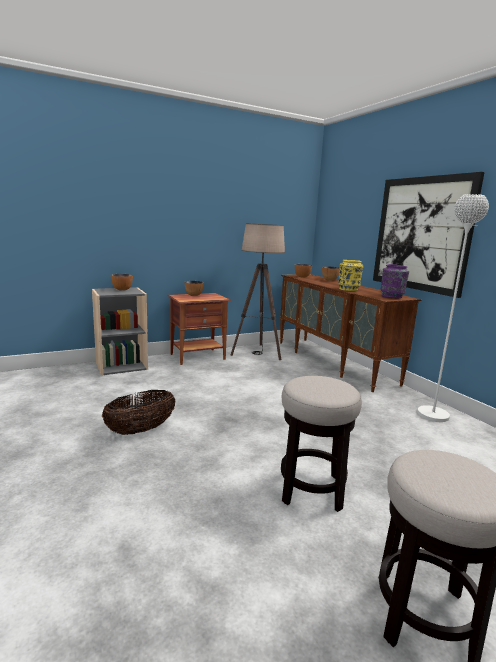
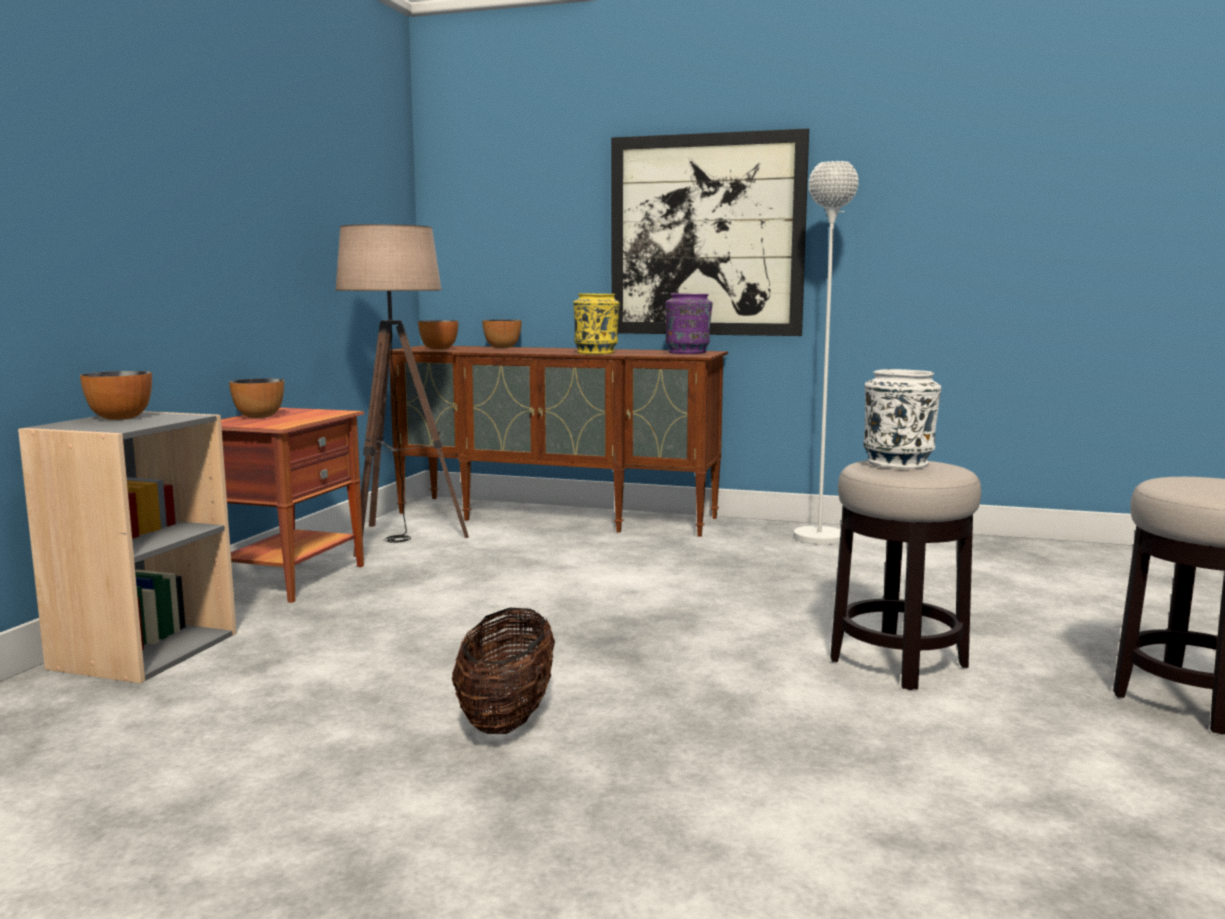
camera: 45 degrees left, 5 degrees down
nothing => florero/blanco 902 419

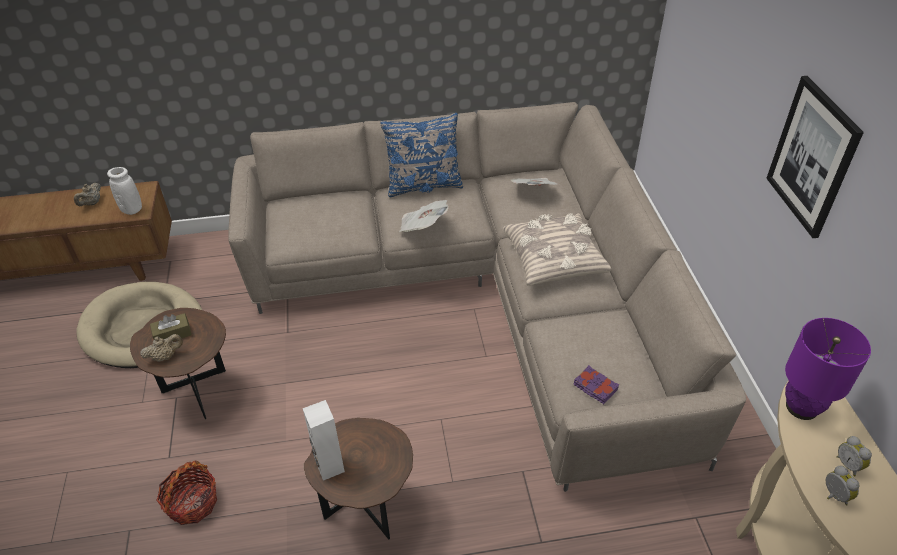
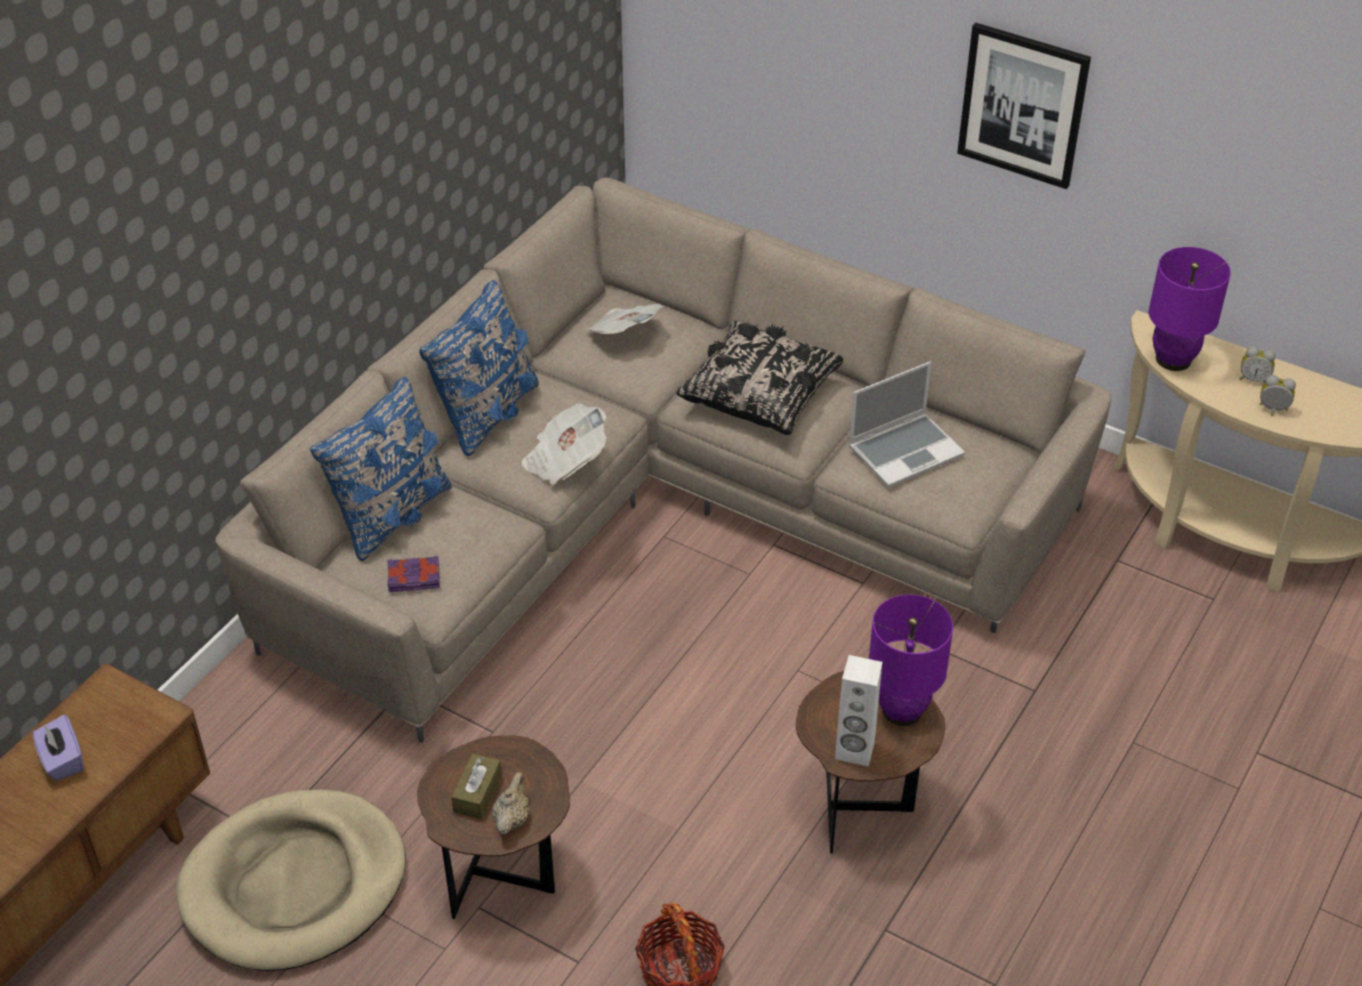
camera: 50 degrees left, 0 degrees up
tetera/beis 87 194 => caja de pañuelos/morado 58 748
nothing => cojín/azul 381 469
libro/morado 596 384 => libro/morado 413 574, moved
cojín/beis 557 249 => cojín/negro 759 378
nothing => portátil 906 424
nothing => lámpara de mesa/morado 911 660
florero/blanco 124 191 => nothing

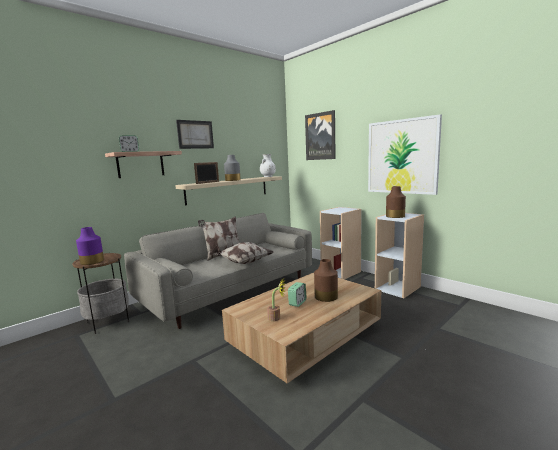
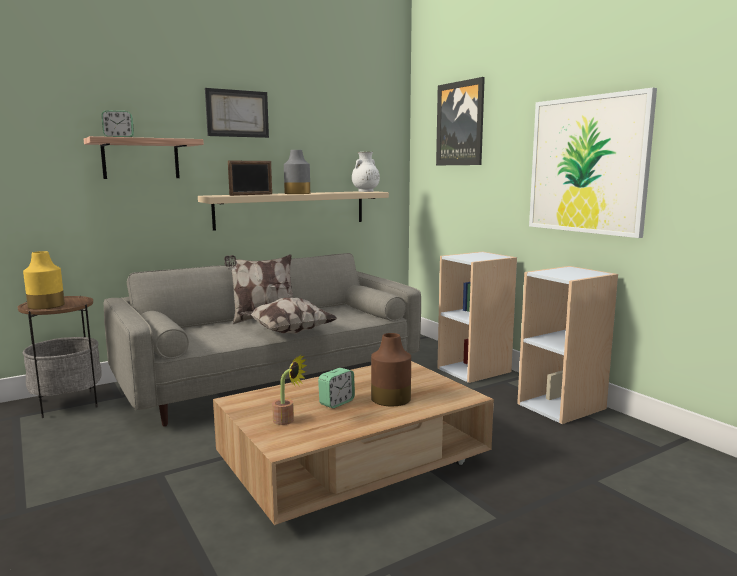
camera: 10 degrees right, 0 degrees up
florero/morado 90 246 => florero/amarillo 44 280
florero/marrón 396 202 => nothing

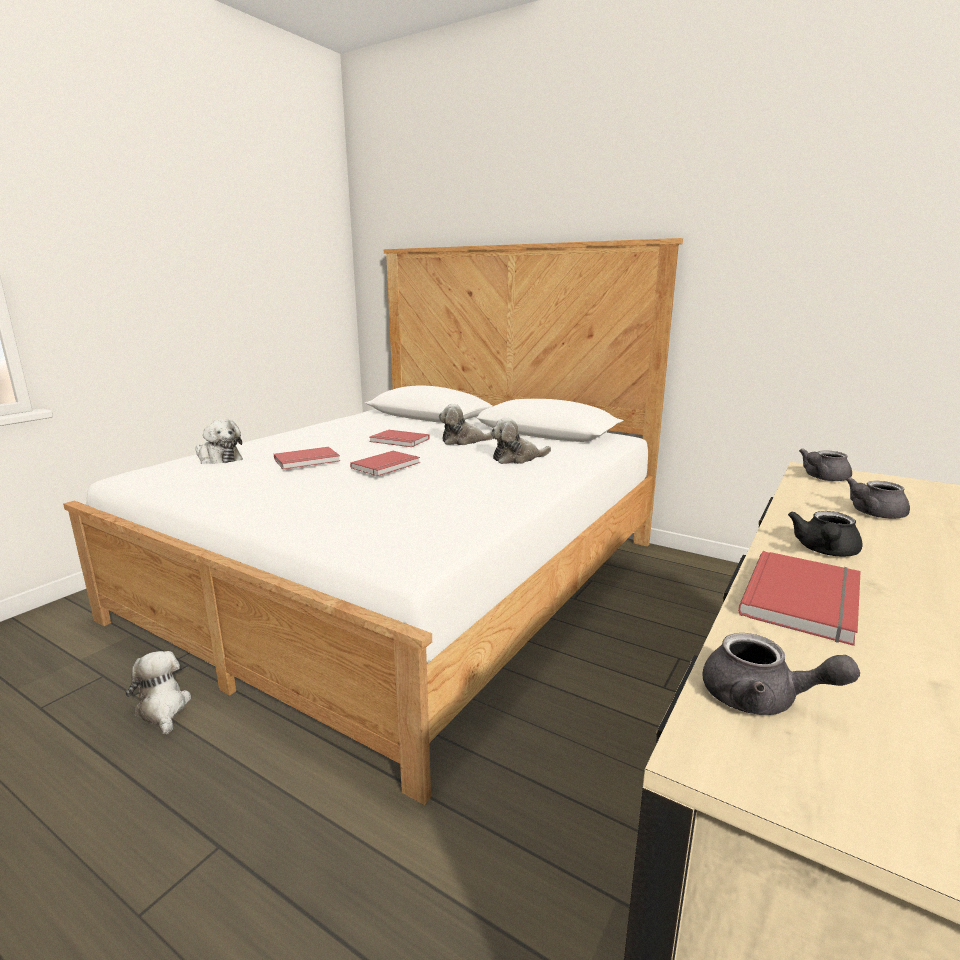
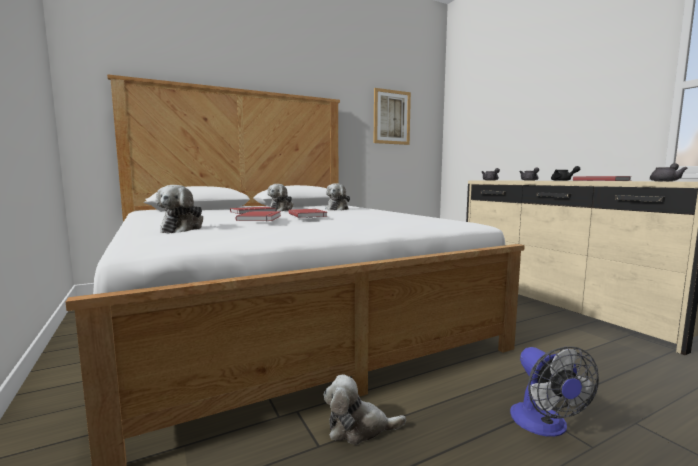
camera: 60 degrees left, 10 degrees down
peluche 219 441 => peluche 179 209, 120 degrees clockwise
nothing => cuadro 392 116
nothing => ventilador 554 391

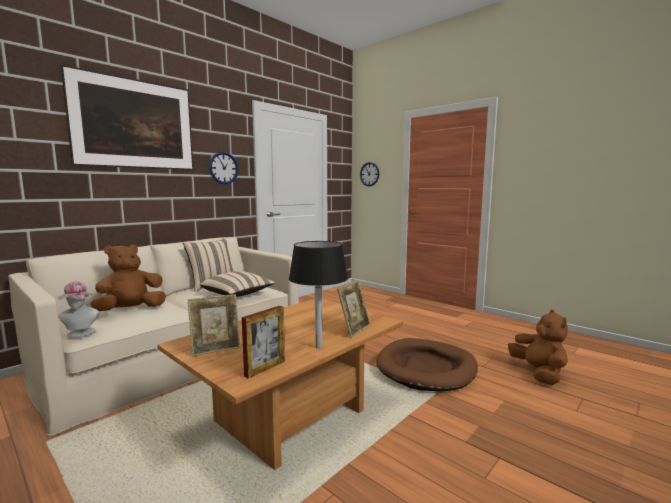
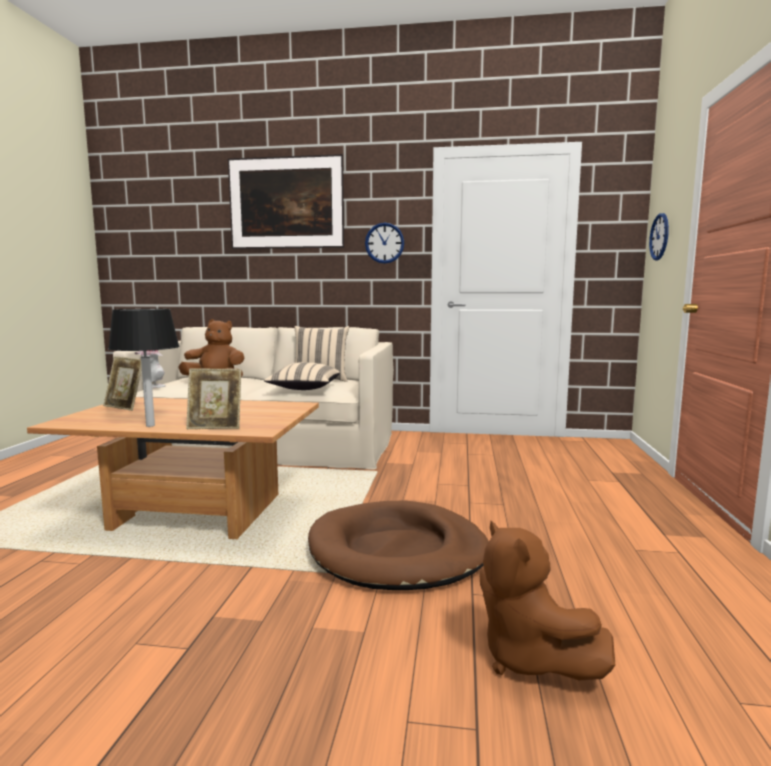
camera: 55 degrees right, 0 degrees up
peluche/marrón 538 347 => peluche/marrón 547 601, 105 degrees clockwise
portarretratos 263 342 => nothing

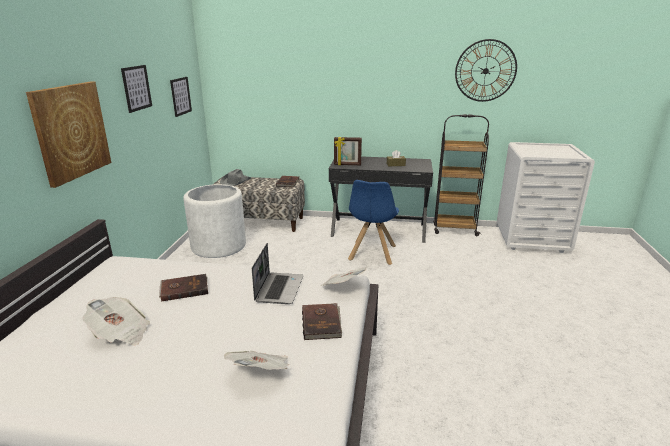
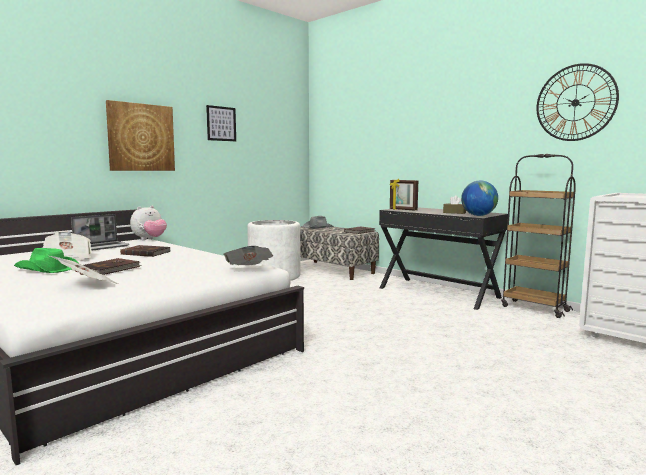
camera: 35 degrees right, 15 degrees down
nothing => sombrero/verde 46 260
portátil 277 273 => portátil 100 232, moved
libro/marrón 322 321 => libro/marrón 112 266, moved
nothing => peluche 148 223
nothing => globo terráqueo 479 198
cuadro 181 97 => nothing
silla/azul 373 222 => nothing

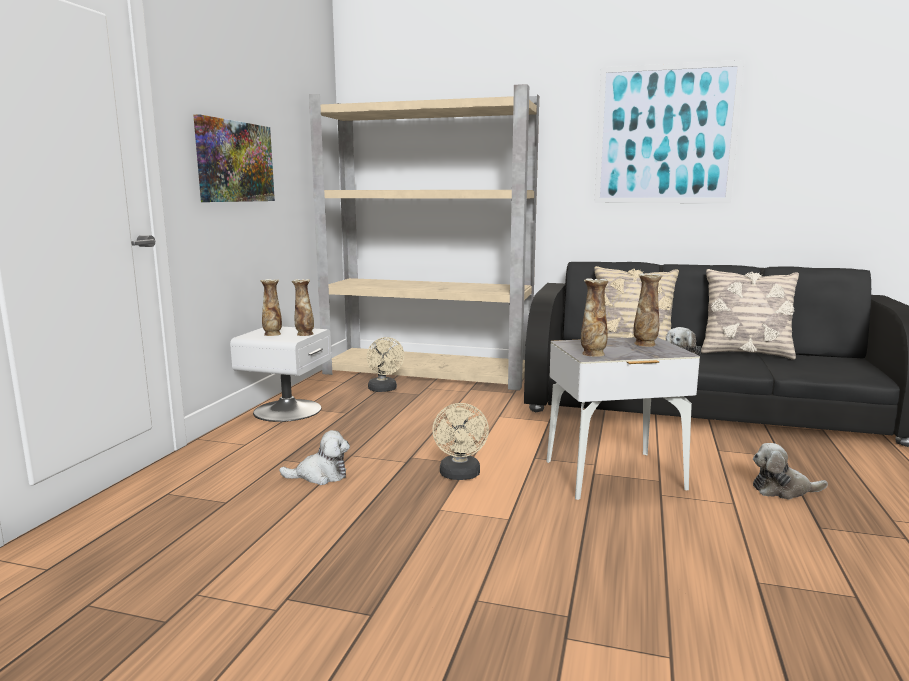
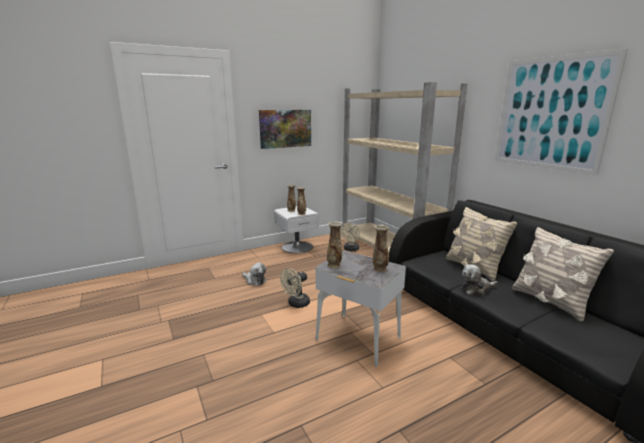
camera: 45 degrees right, 5 degrees up
peluche 790 471 => nothing

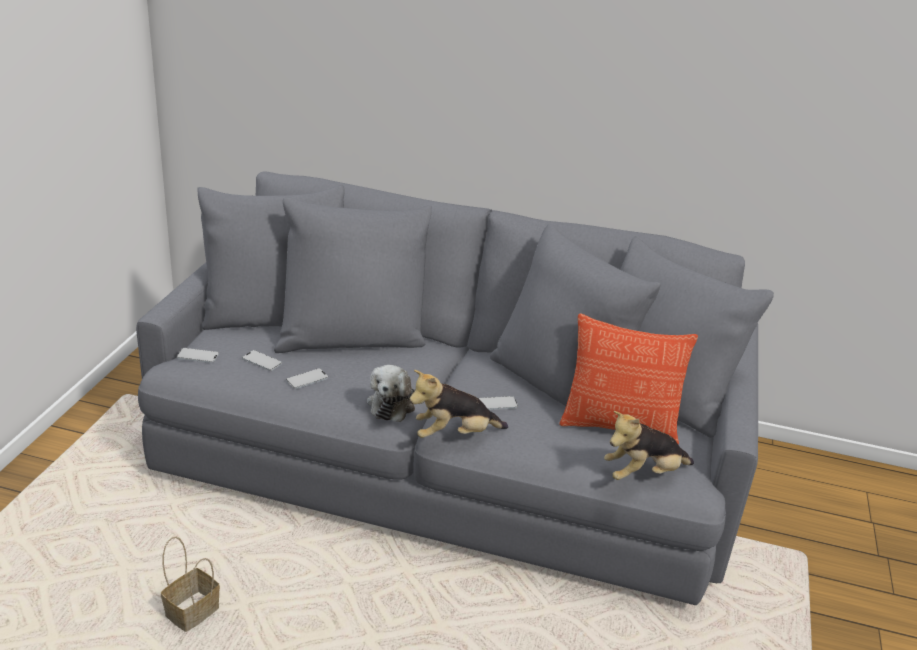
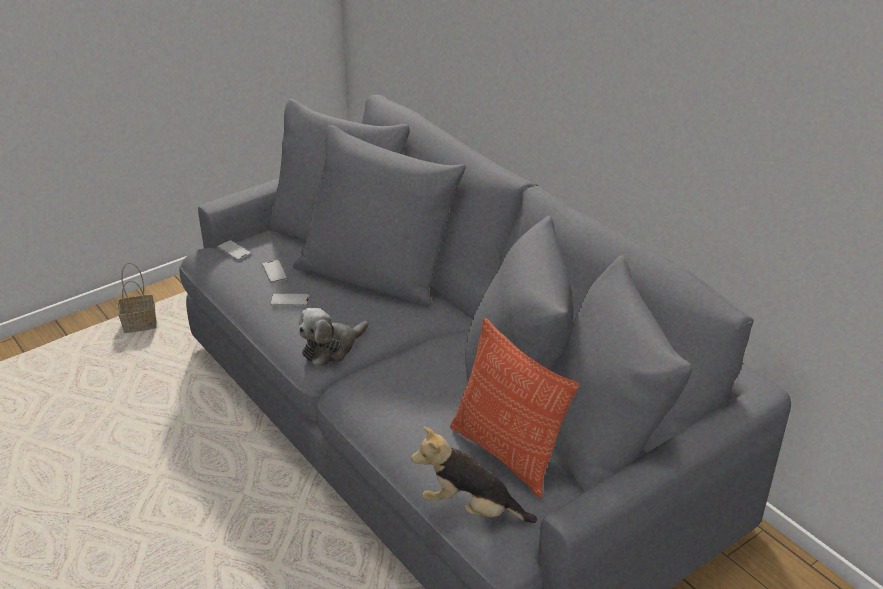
camera: 40 degrees right, 5 degrees up
cesta 190 584 => cesta 137 298, moved
peluche 458 404 => nothing
móvil 498 403 => nothing

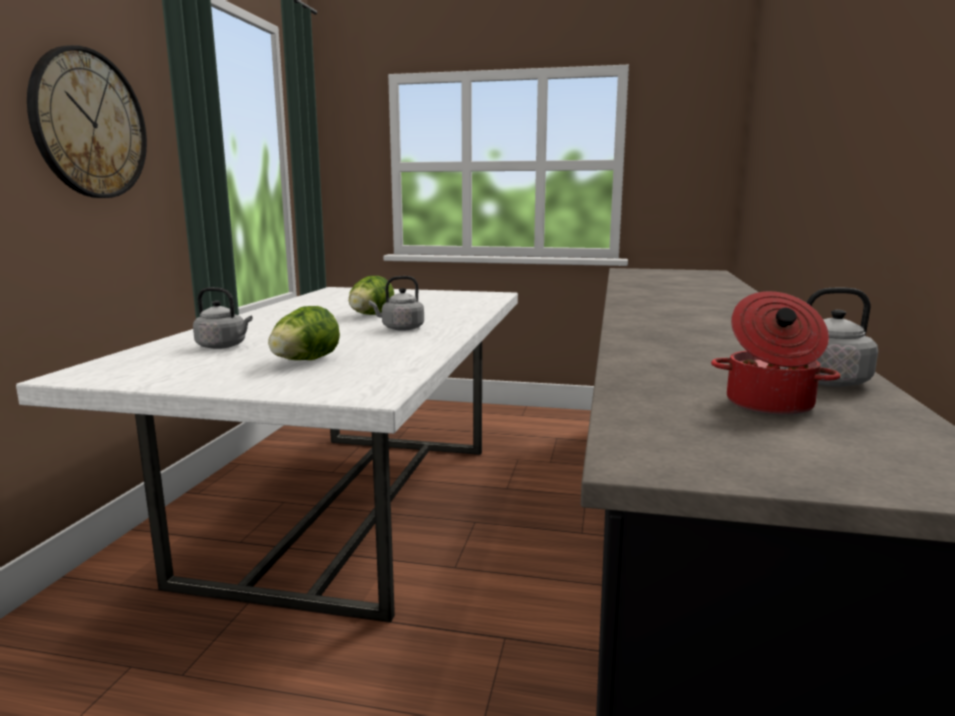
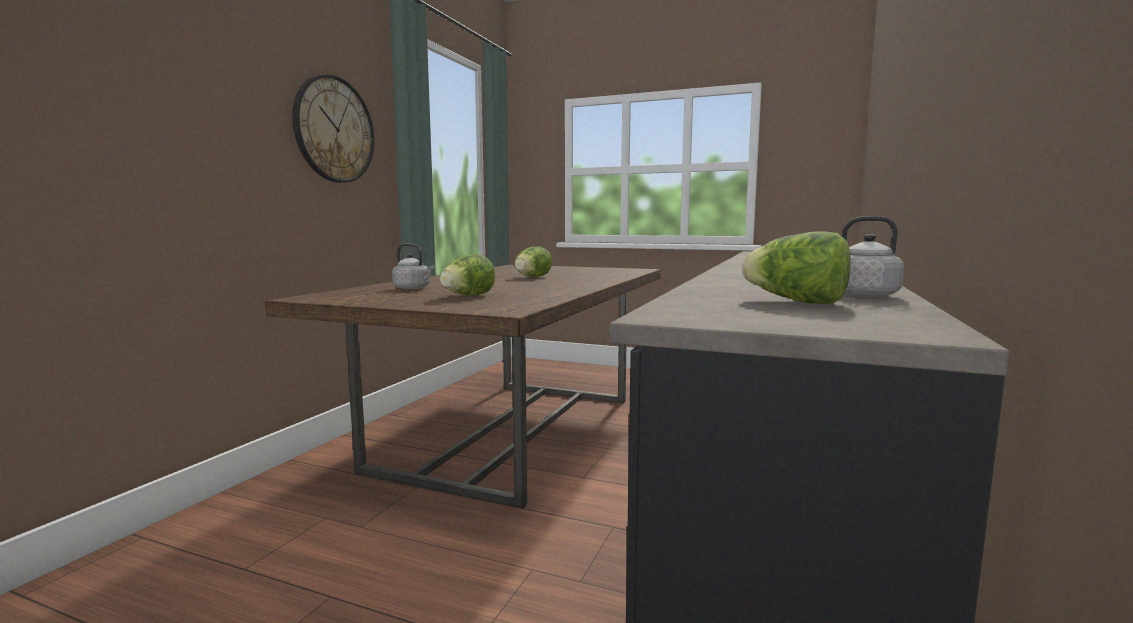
camera: 10 degrees right, 5 degrees down
mesa de comedor/blanco 267 454 => mesa de comedor/marrón 463 386
olla 776 353 => lechuga 796 268
hervidor/gris 396 303 => nothing

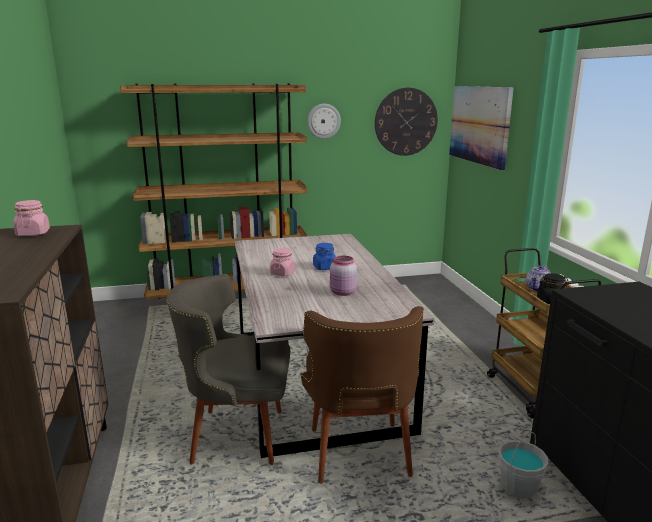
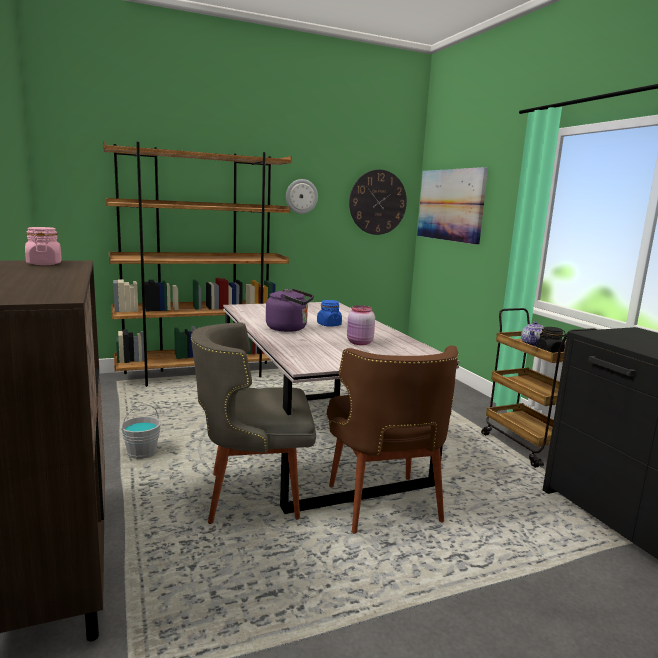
camera: 10 degrees left, 5 degrees down
cubo/gris 523 465 => cubo/gris 140 431, moved
tarro/rosa 282 262 => hervidor/morado 290 310

